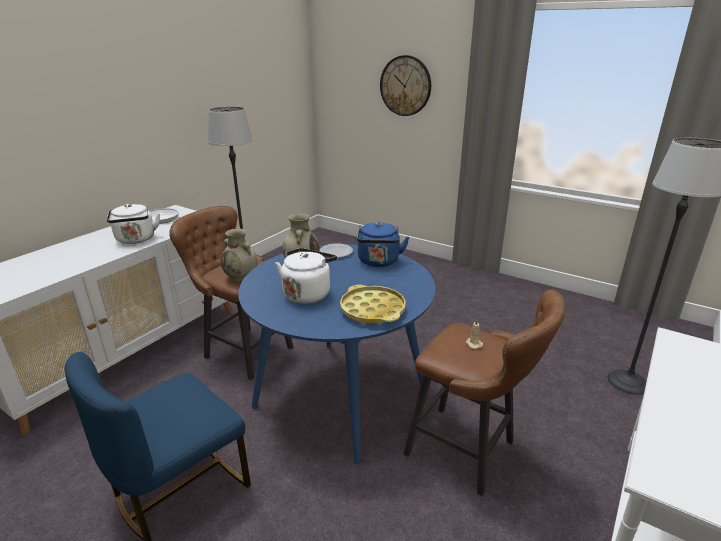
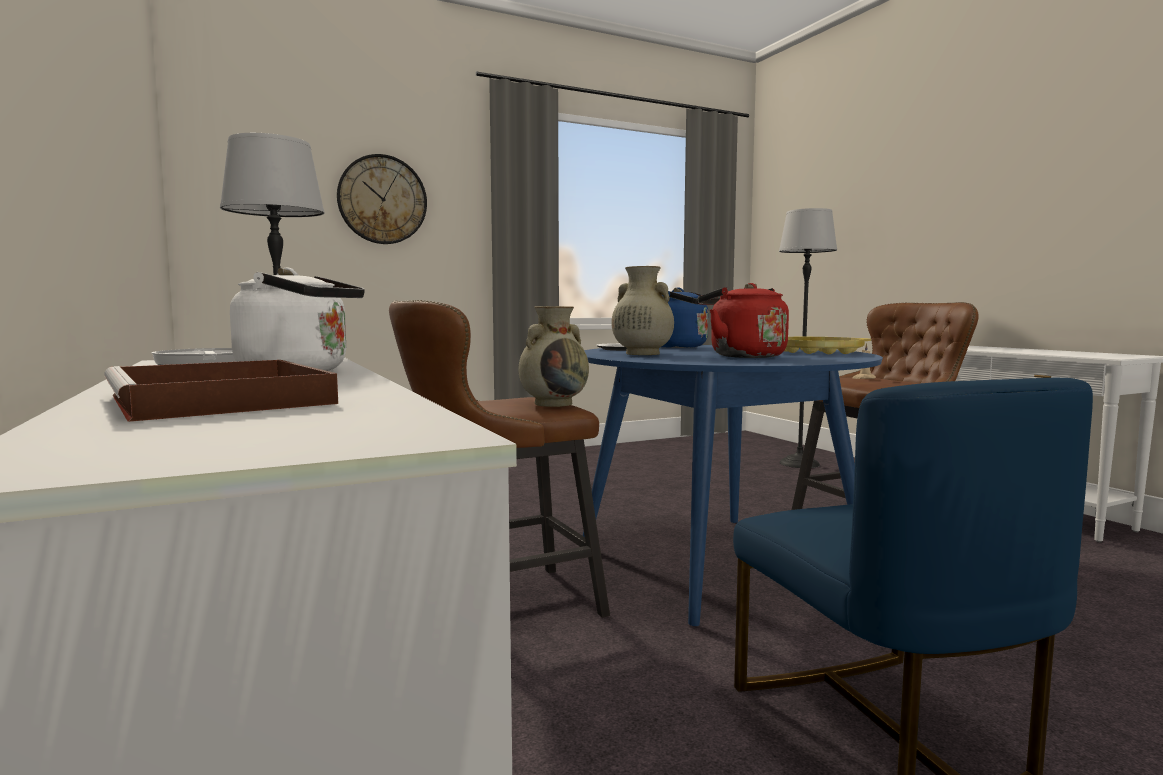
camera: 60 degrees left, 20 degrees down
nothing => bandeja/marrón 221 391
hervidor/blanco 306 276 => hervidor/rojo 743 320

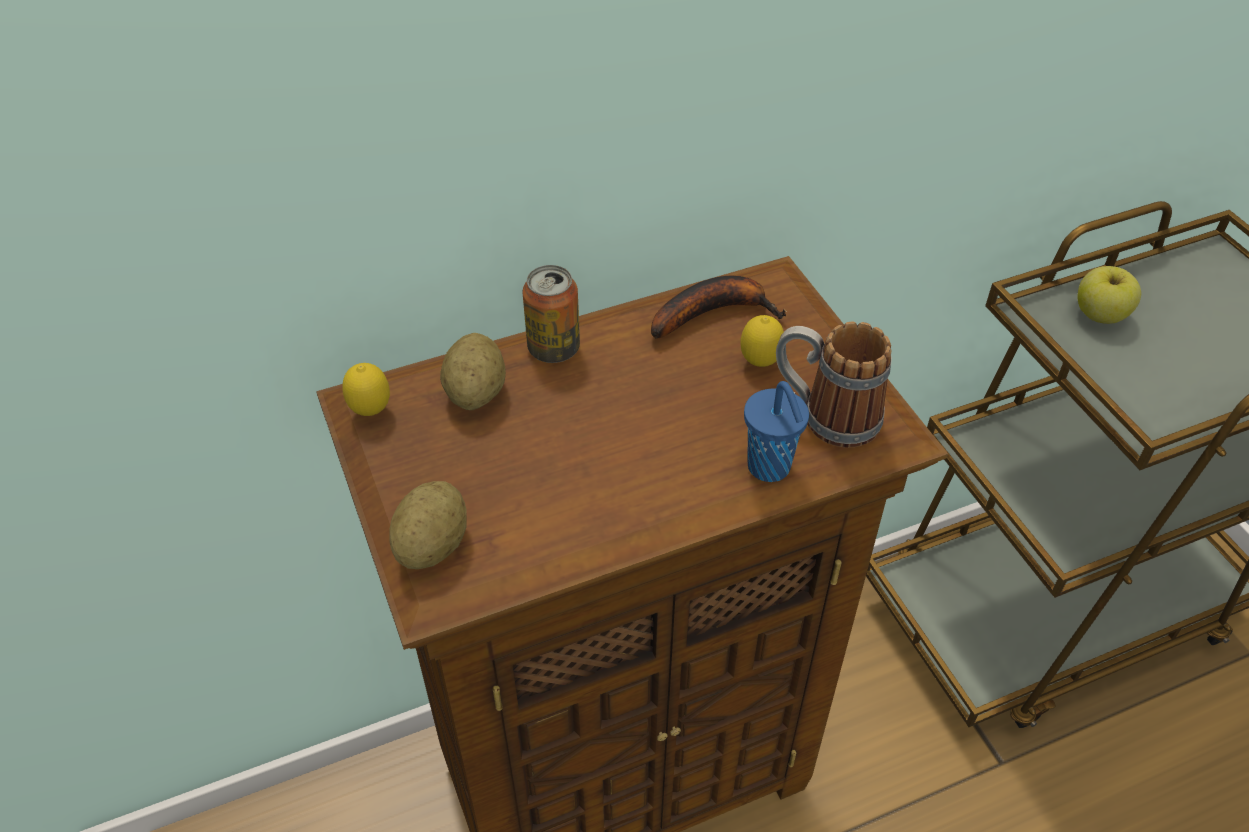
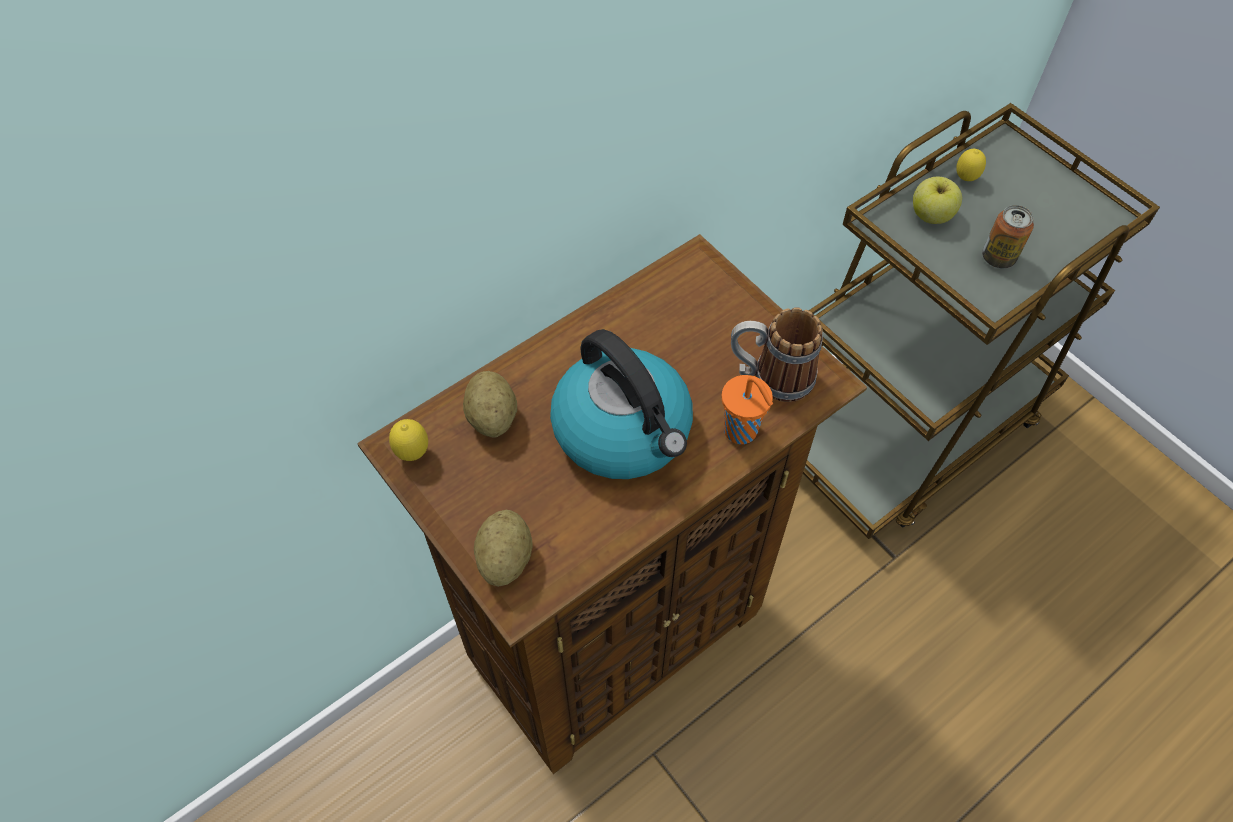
camera: 15 degrees left, 10 degrees up
nothing => hervidor 621 404
taza/azul 776 431 => taza/naranja 747 409
limón 762 341 => limón 971 165, moved
lata 551 314 => lata 1008 236, moved
plátano 719 307 => nothing

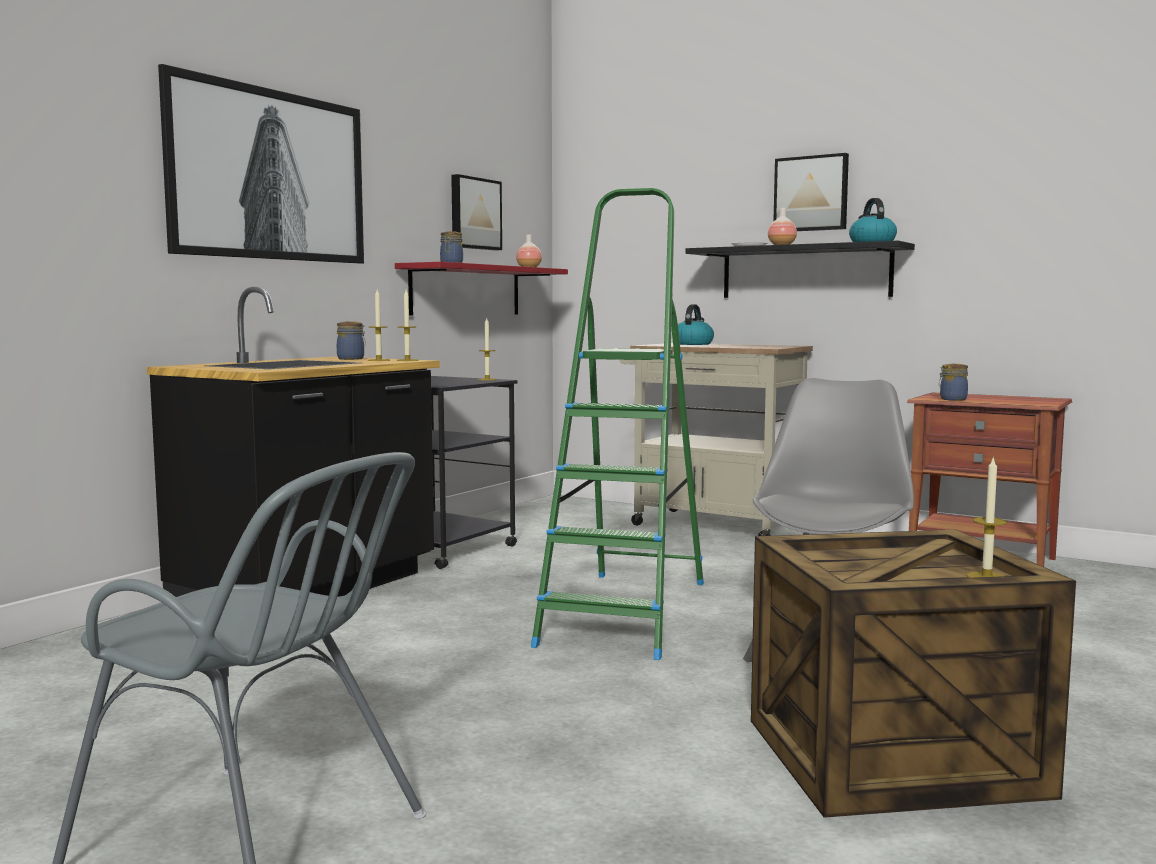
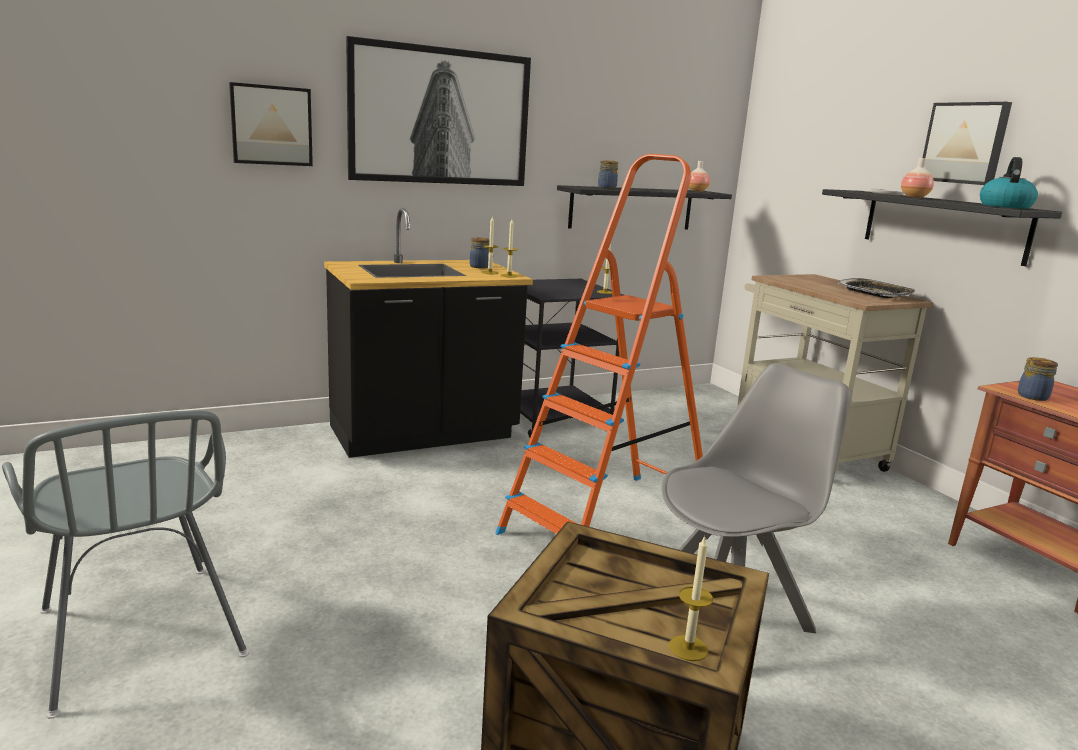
camera: 30 degrees right, 10 degrees up
cuadro 476 212 => cuadro 271 124, moved
escalera de tijera/verde 617 424 => escalera de tijera/naranja 599 344
estante/rojo 481 288 => estante/negro 644 207
nothing => bandeja 876 288
hervidor 696 324 => nothing

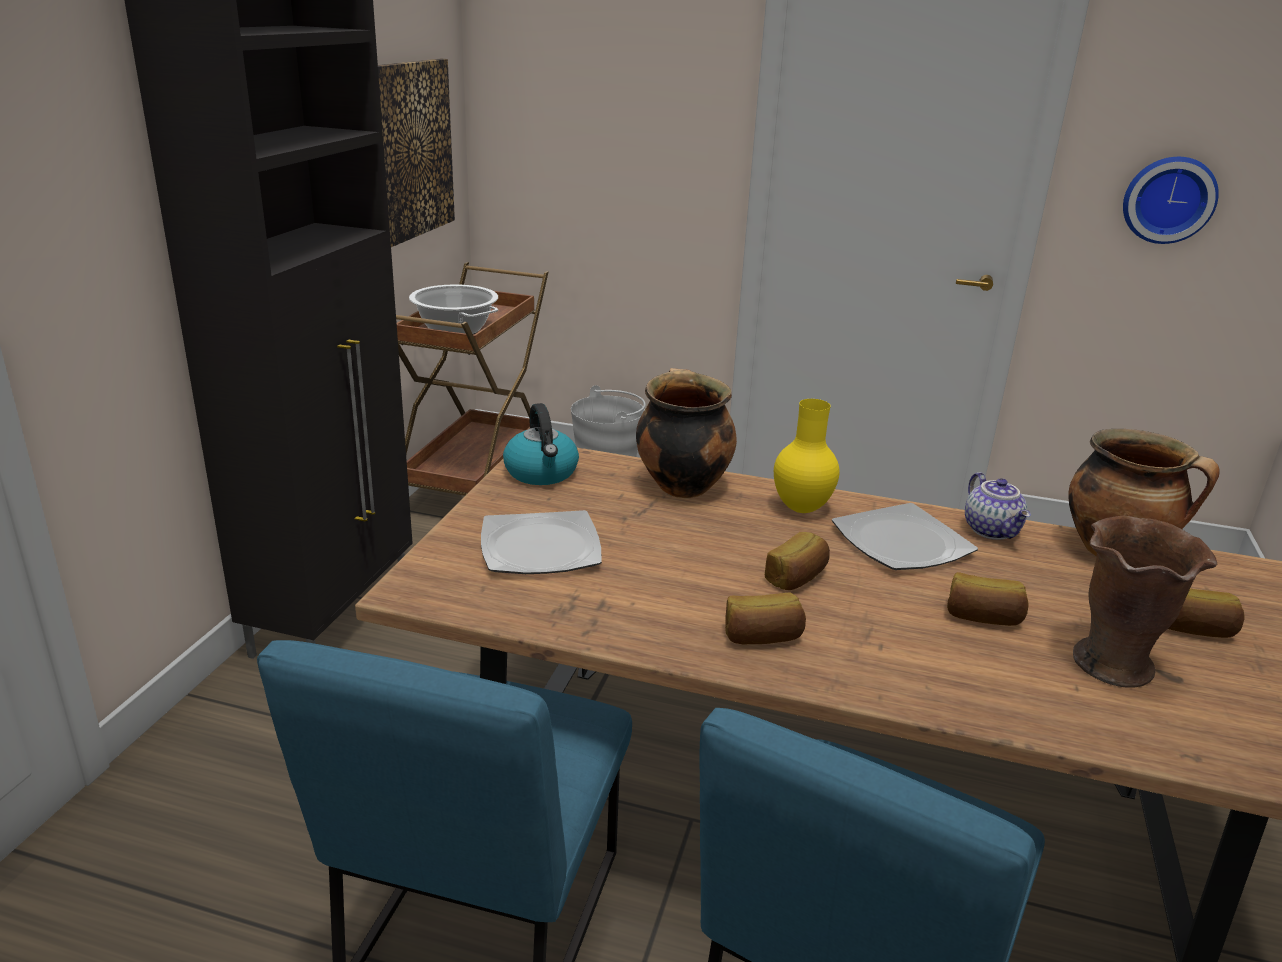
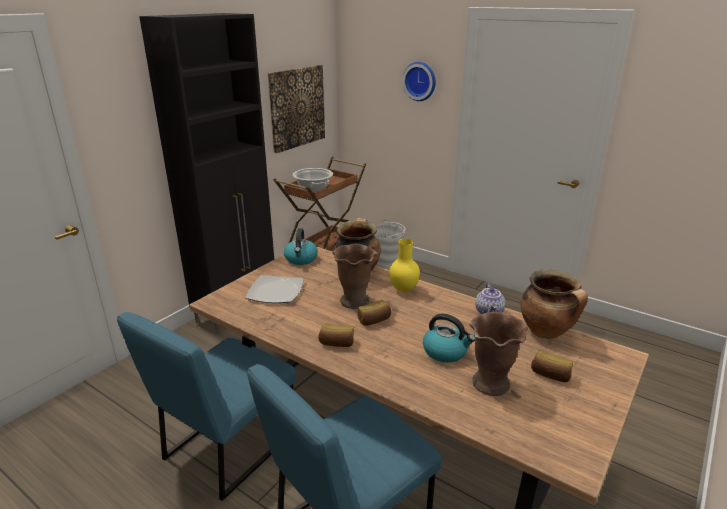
camera: 20 degrees right, 0 degrees up
nothing => florero/marrón 354 276
reloj de pared 1171 200 => reloj de pared 419 81, moved
pan 988 599 => hervidor 449 338
plato 905 536 => nothing

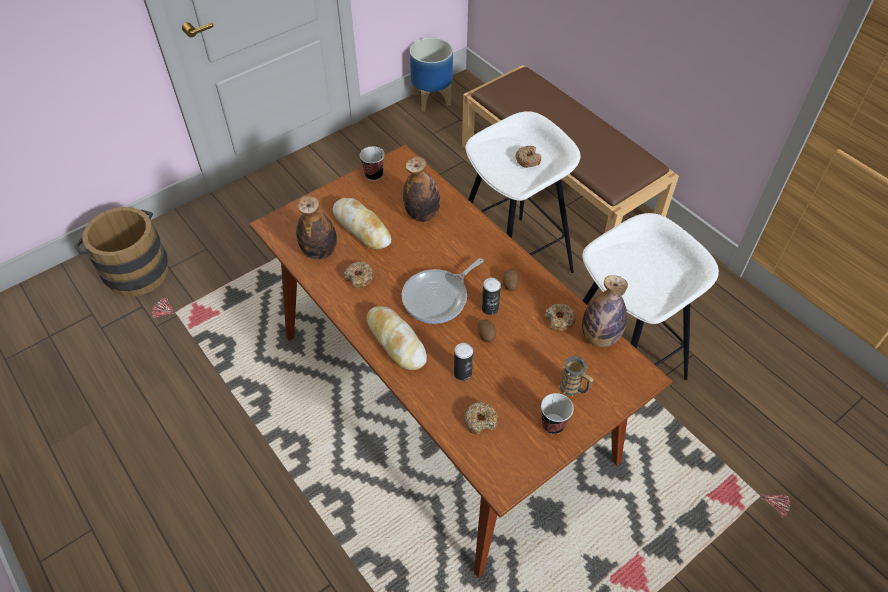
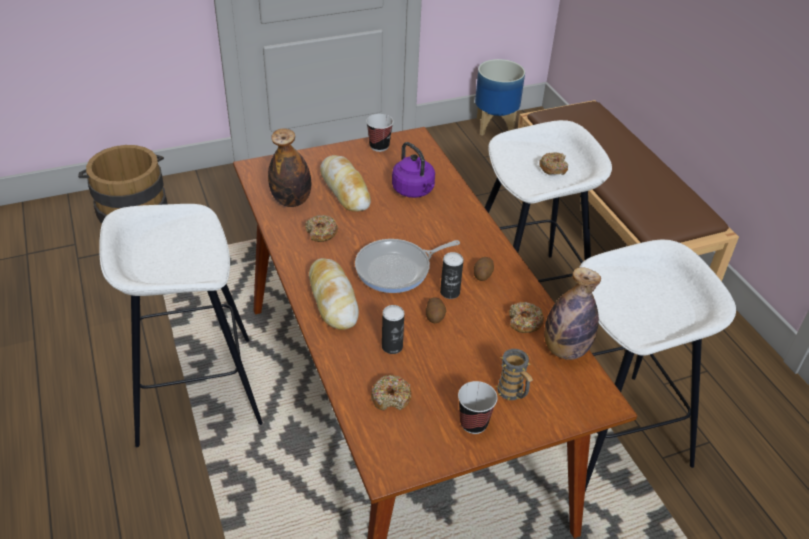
camera: 15 degrees right, 10 degrees down
nothing => taburete/blanco 181 325
botella 421 189 => hervidor/morado 413 170

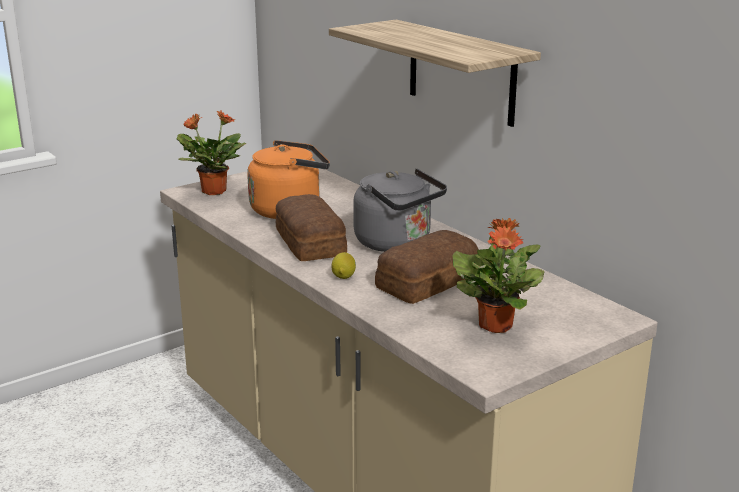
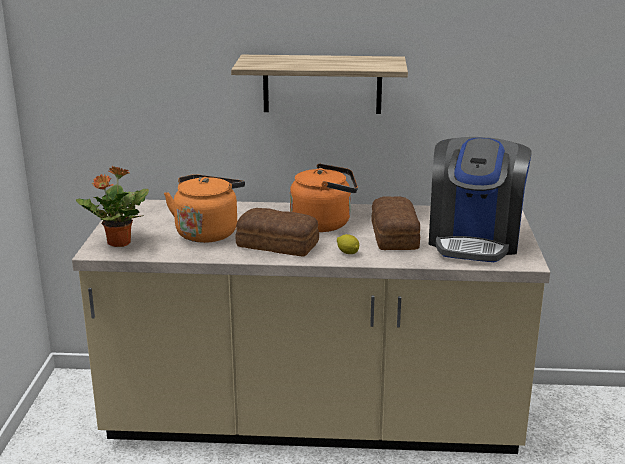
camera: 50 degrees left, 0 degrees up
hervidor/gris 400 210 => hervidor/naranja 324 197
planta en maceta 498 275 => cafetera 480 199

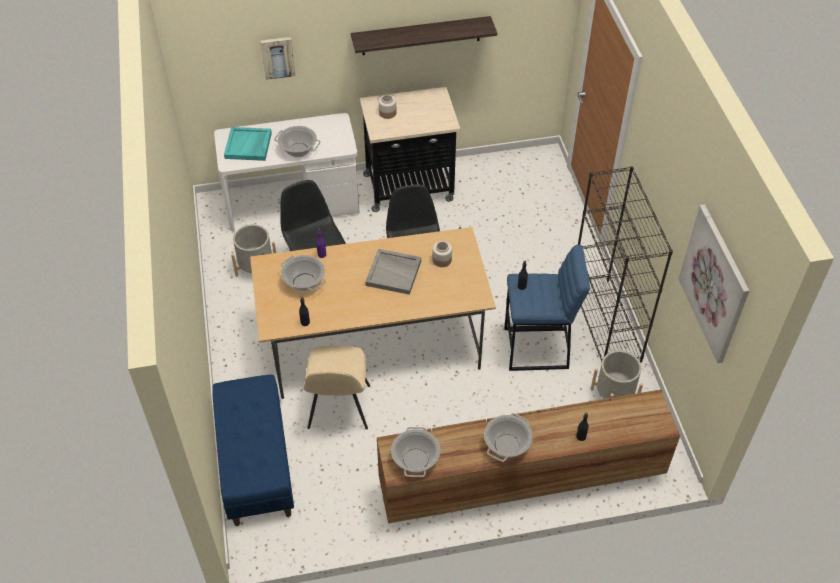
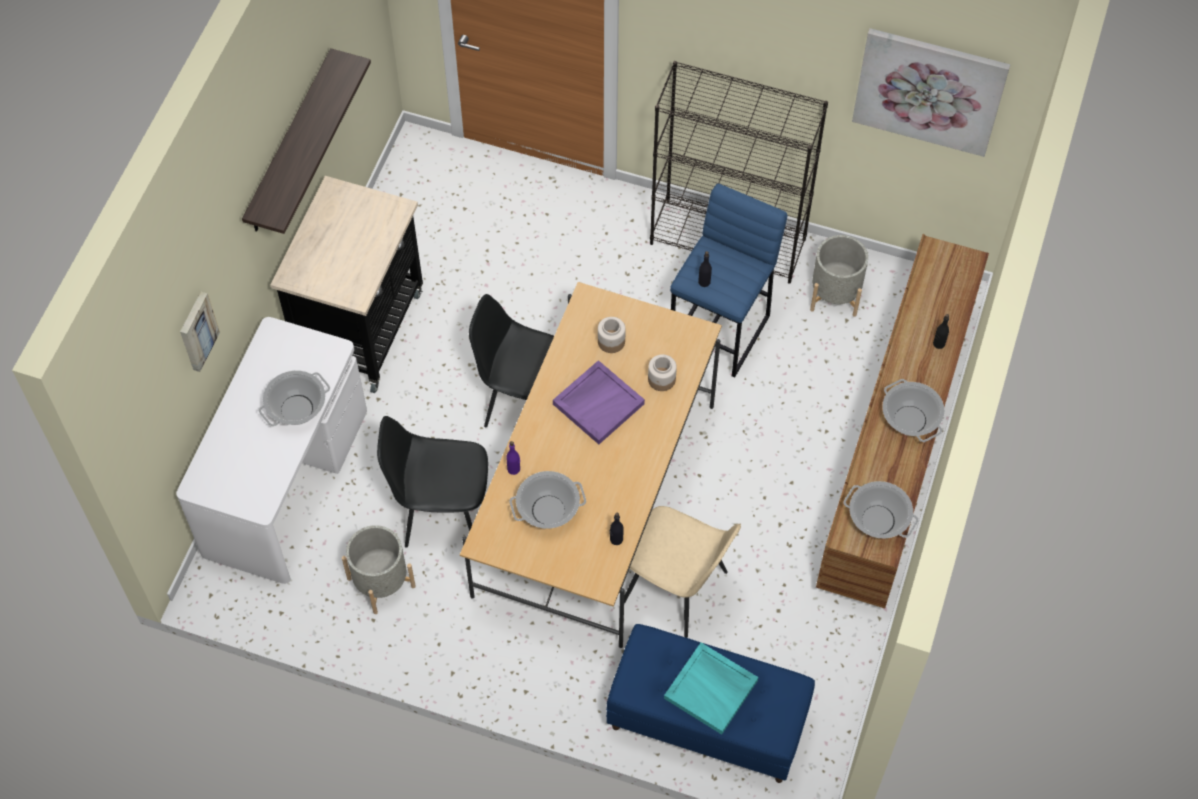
camera: 60 degrees left, 10 degrees up
bandeja/gris 393 272 => bandeja/morado 599 402
tarro 388 107 => tarro 662 372, moved
bandeja/turquesa 248 144 => bandeja/turquesa 711 689, moved

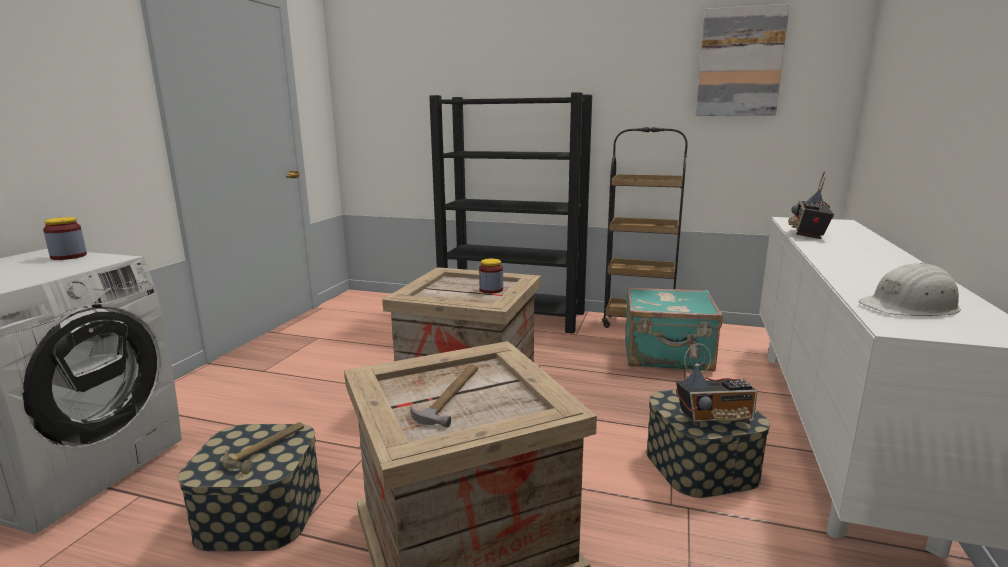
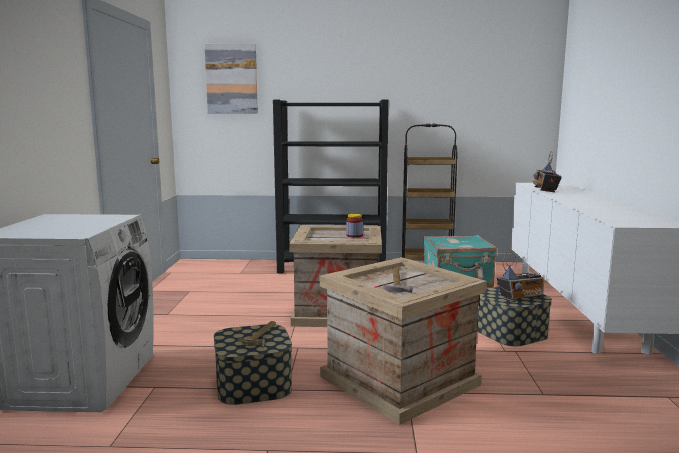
camera: 15 degrees left, 5 degrees down
cuadro 743 60 => cuadro 231 78, moved
tarro 65 238 => nothing
casco/blanco 910 289 => nothing

